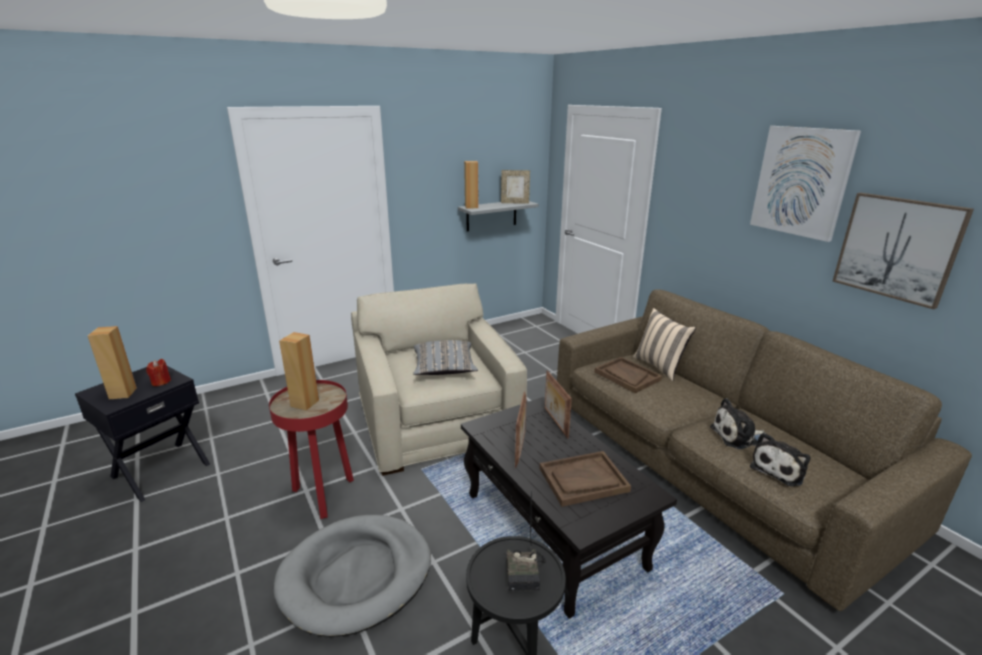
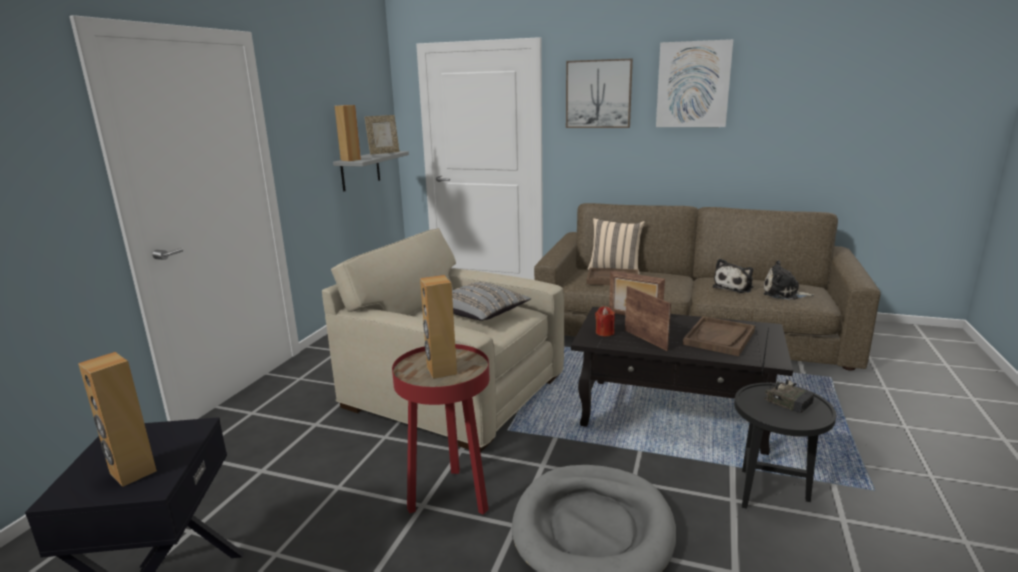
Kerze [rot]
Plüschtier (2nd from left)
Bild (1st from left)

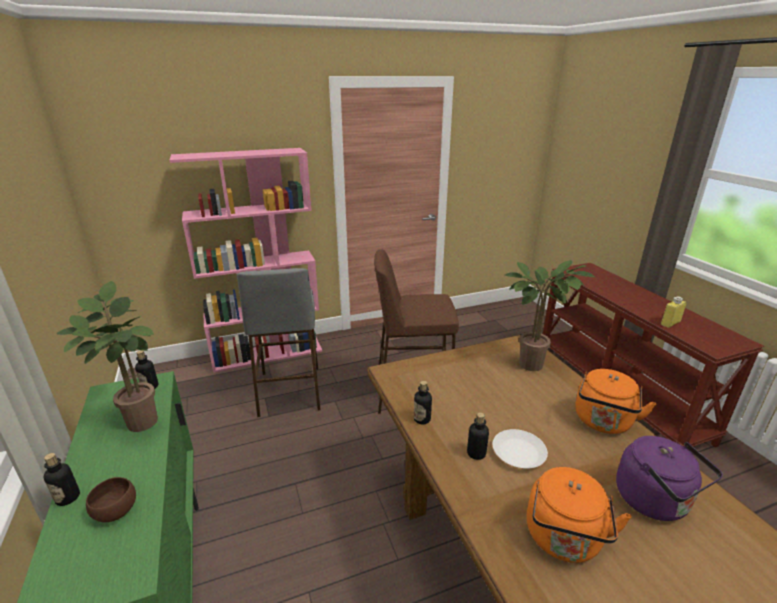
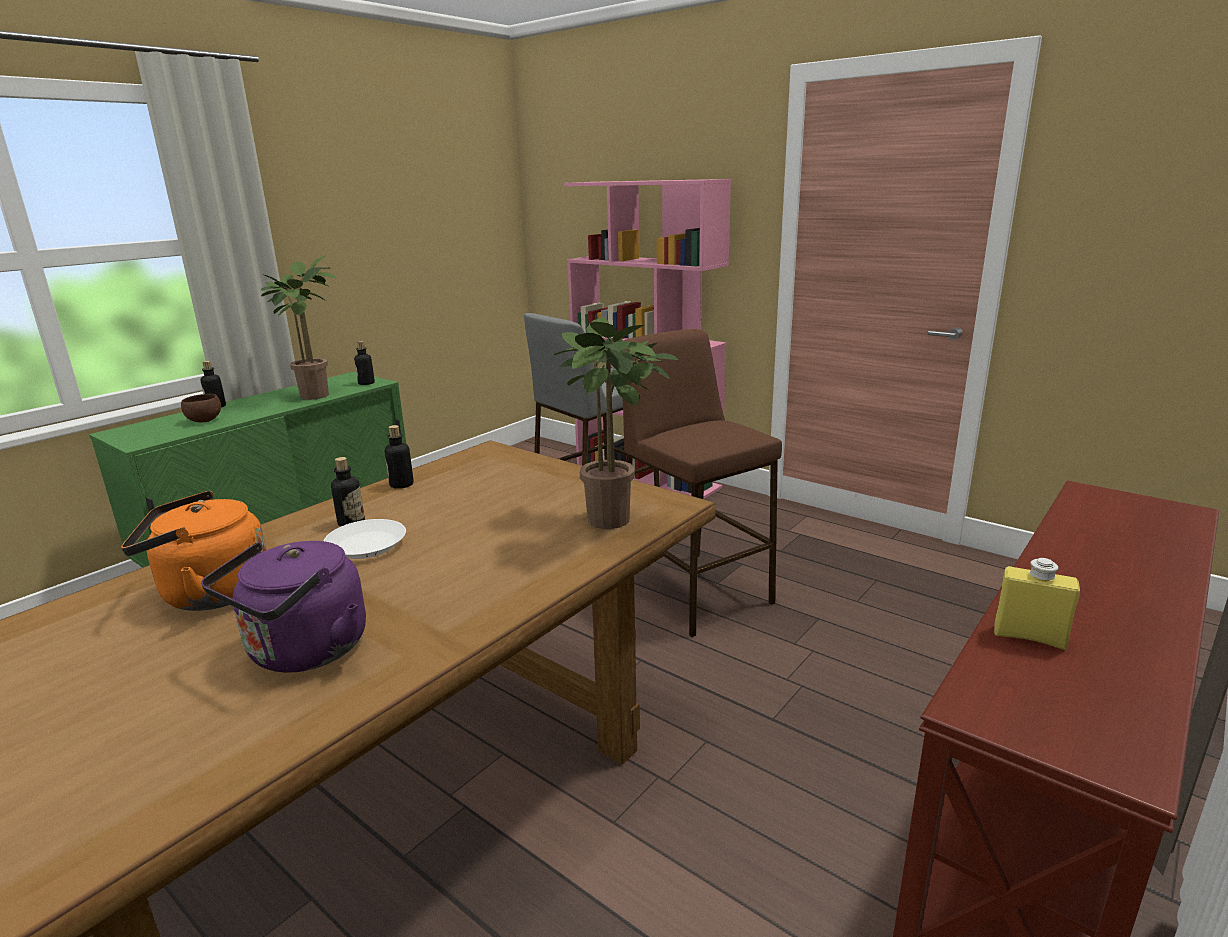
Wasserkessel [orange] (2nd from left in the first image)

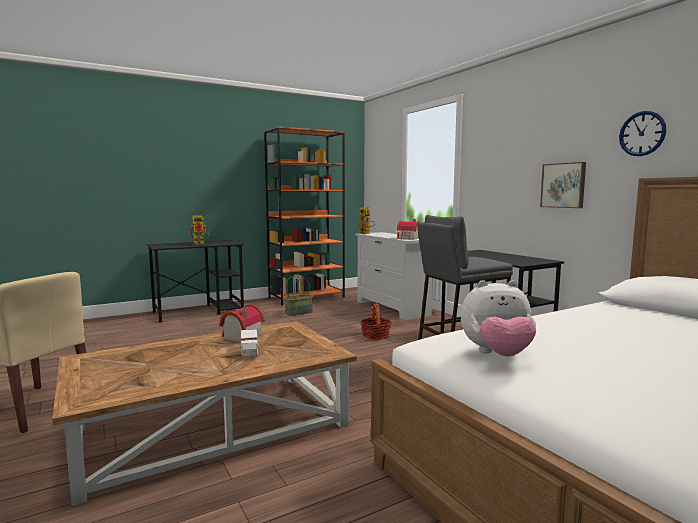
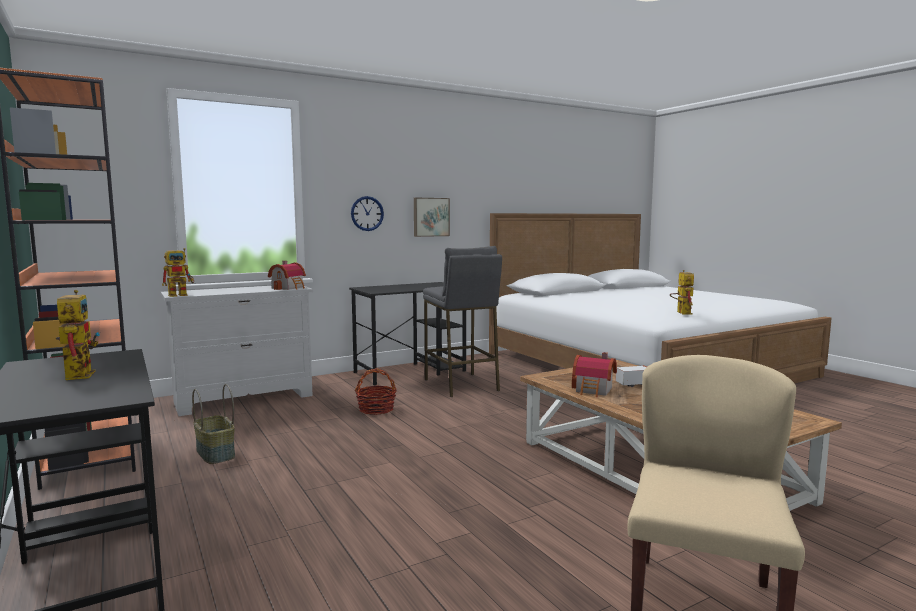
Spielzeugroboter (3rd from left)
Wanduhr

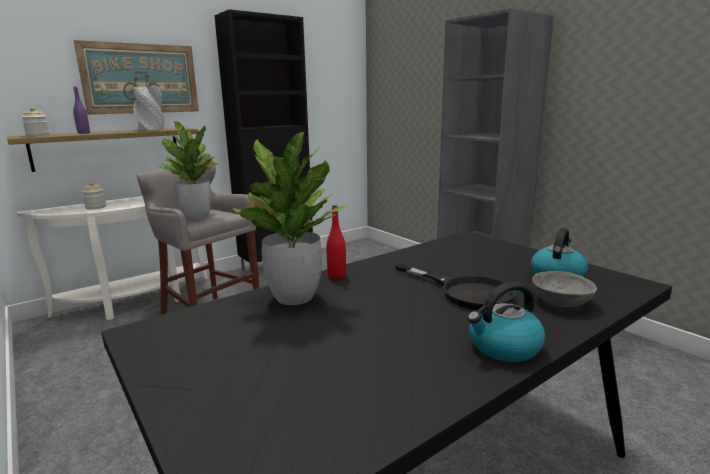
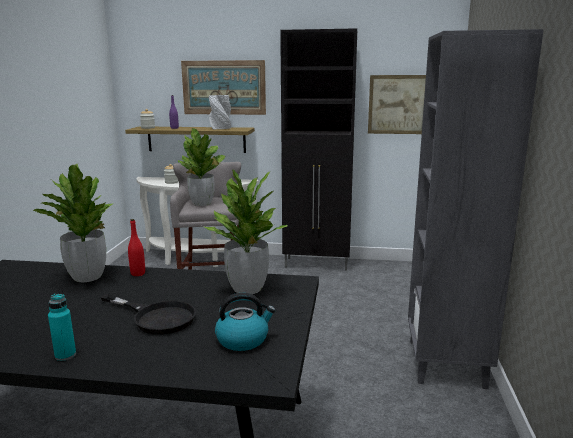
Pfanne [schwarz]
Flasche [türkis]
Schüssel [grau]
Topfpflanze (3rd from left)
Bild (2nd from left)

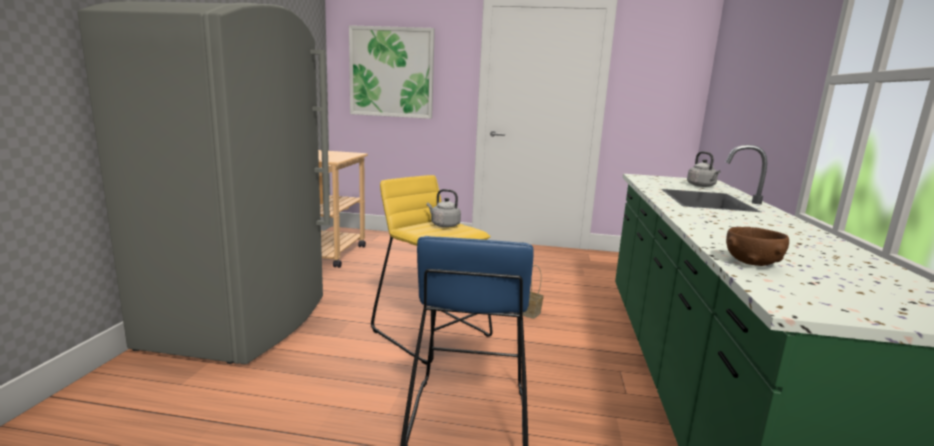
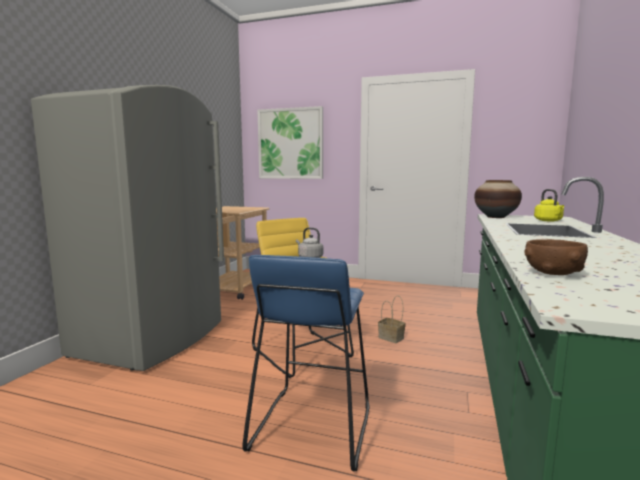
Wasserkessel [gelb]
Vase

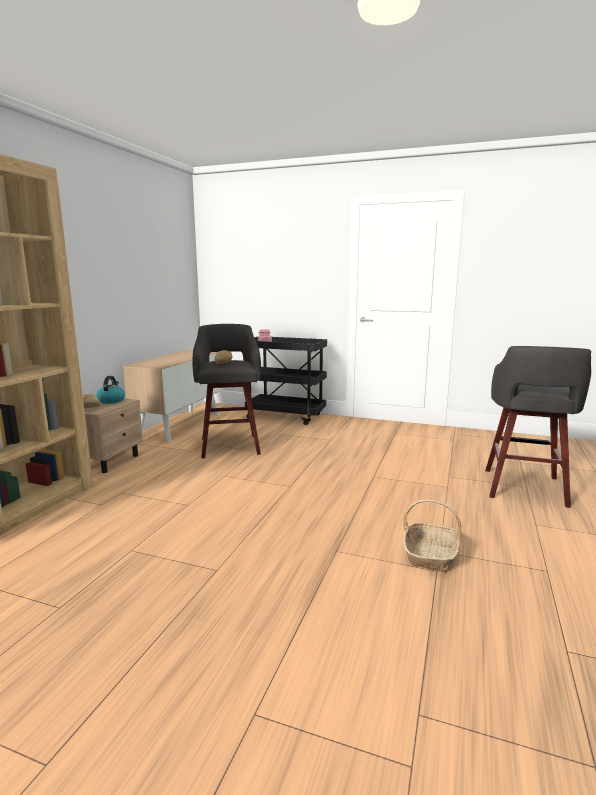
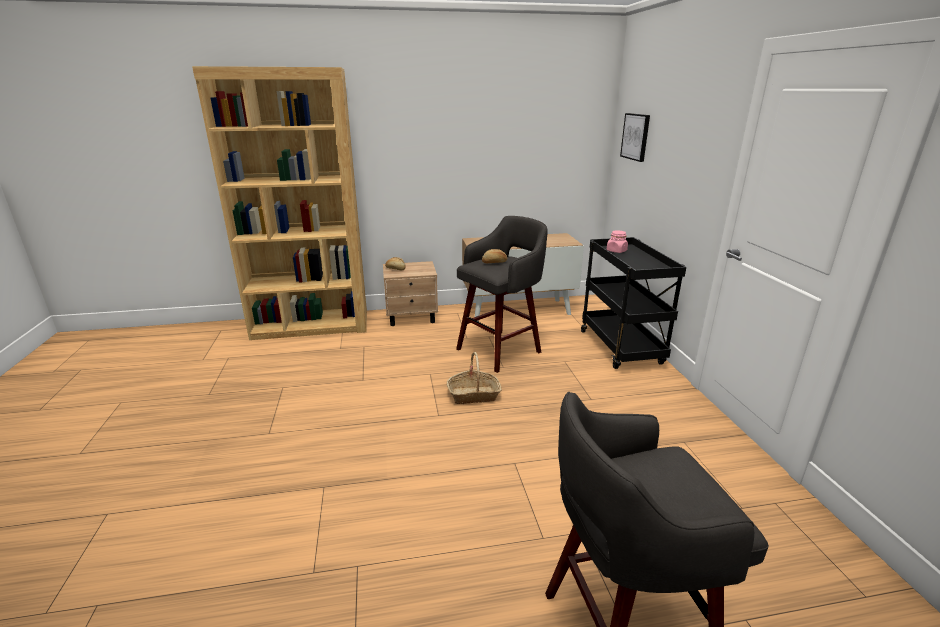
Wasserkessel
Korb
Bild

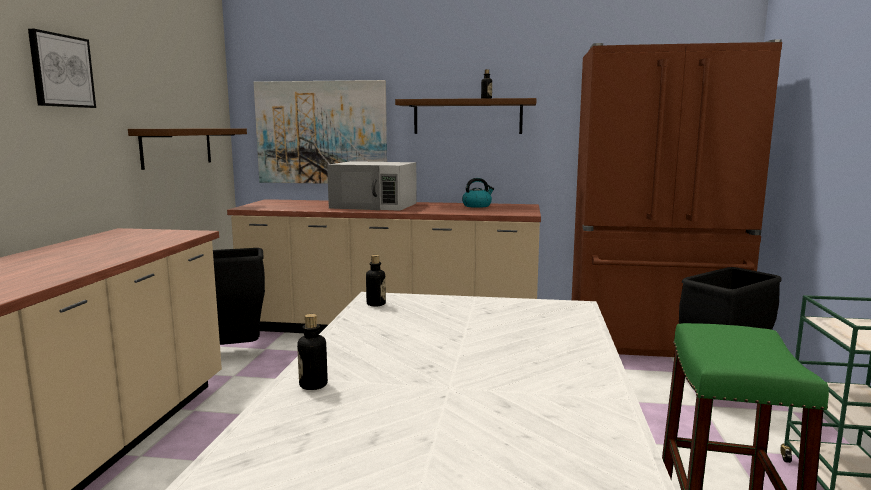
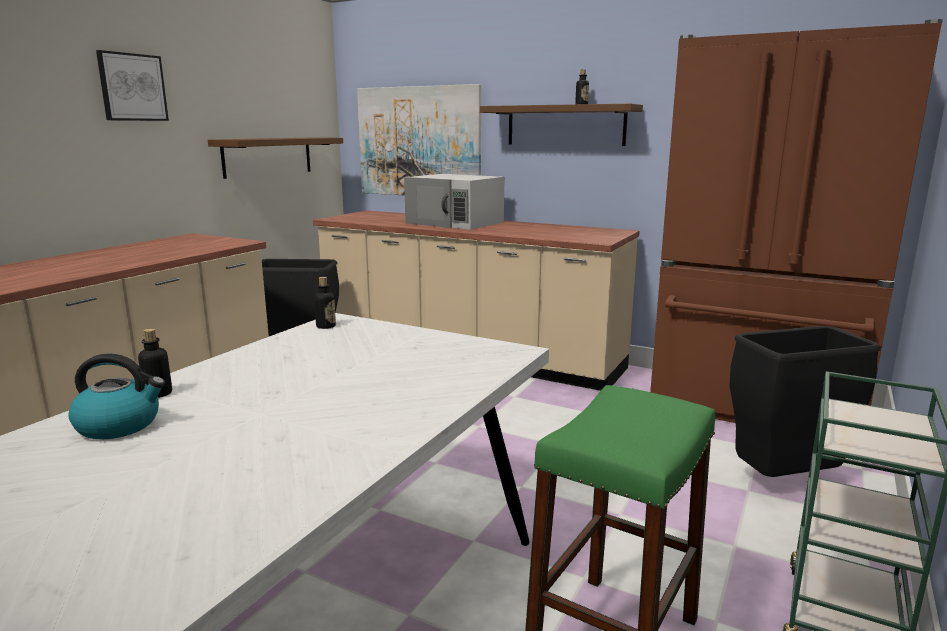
Wasserkessel

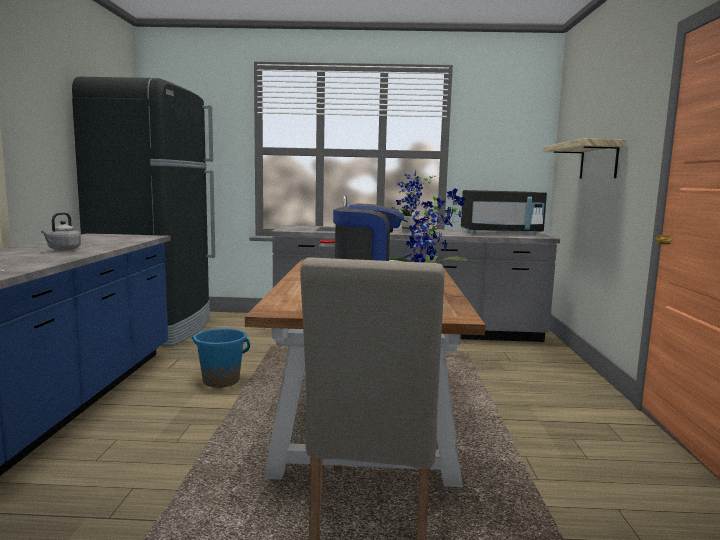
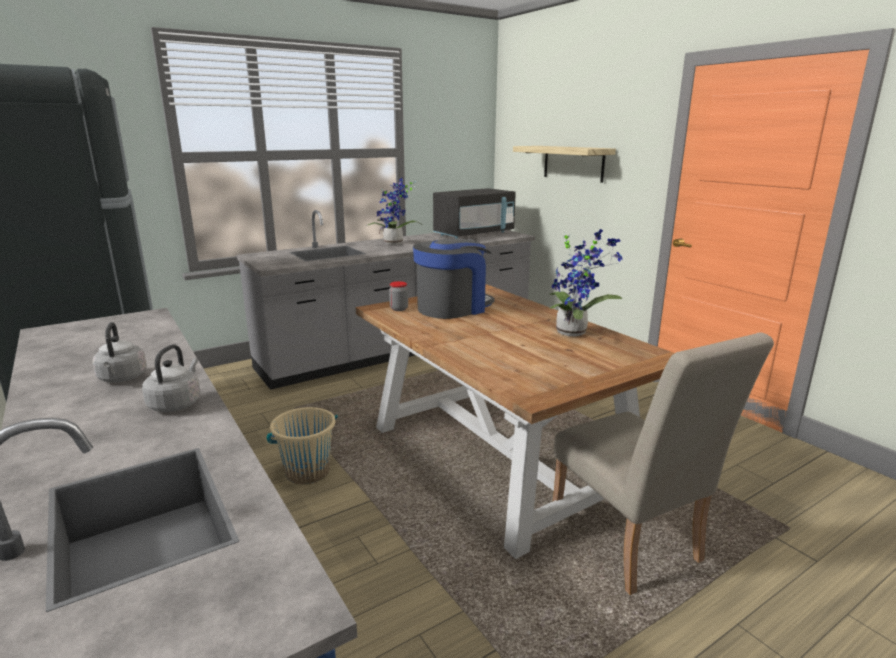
Eimer [beige]
Wasserkessel [grau] (2nd from left)

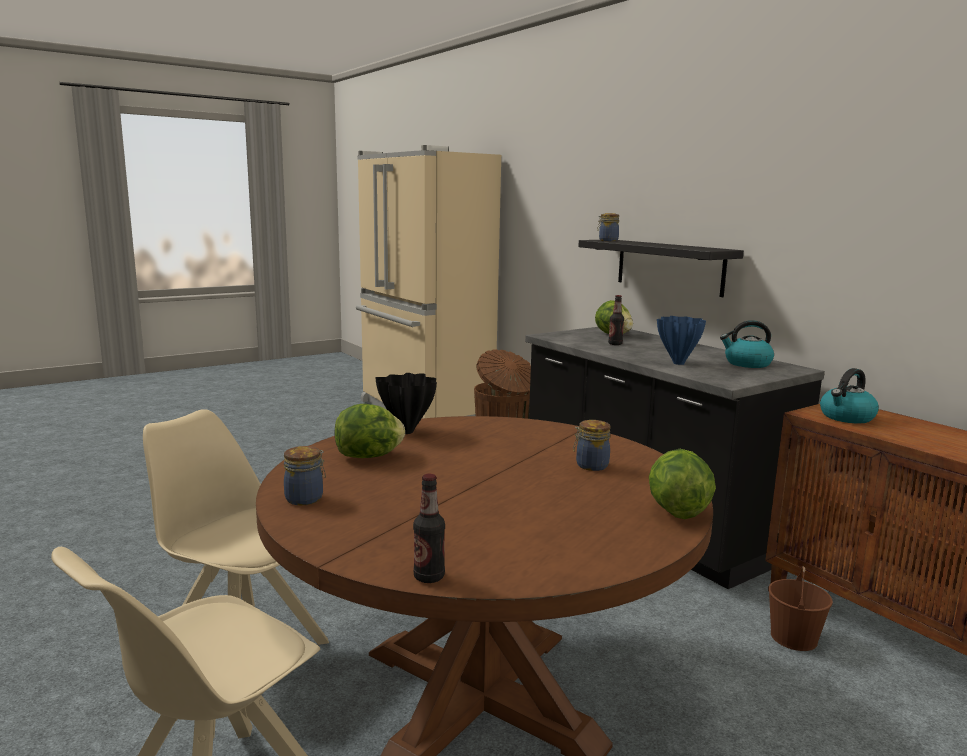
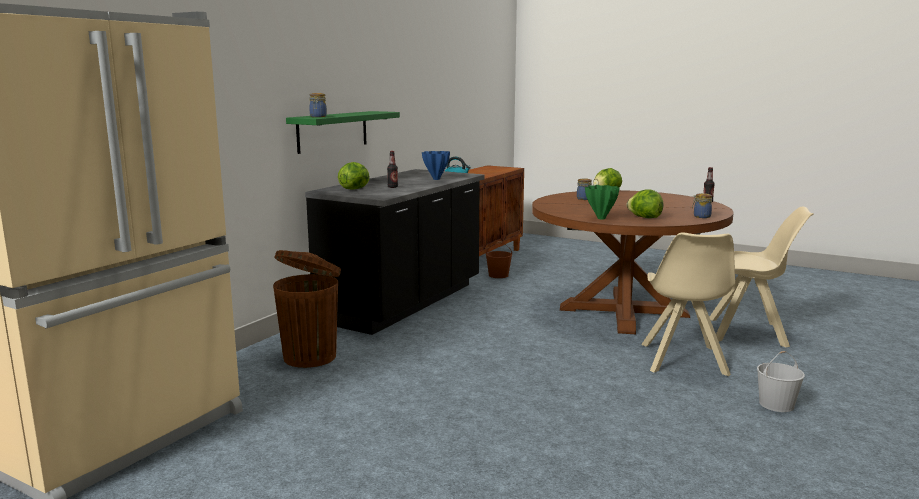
Vase [grün]
Wandregal [grün]
Wasserkessel (1st from left in the first image)
Eimer [weiß]

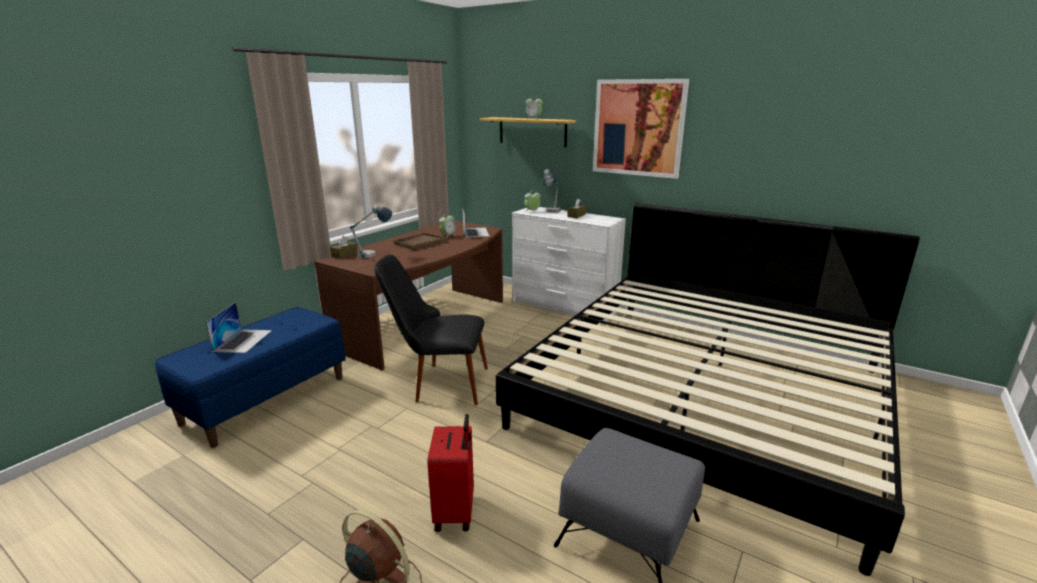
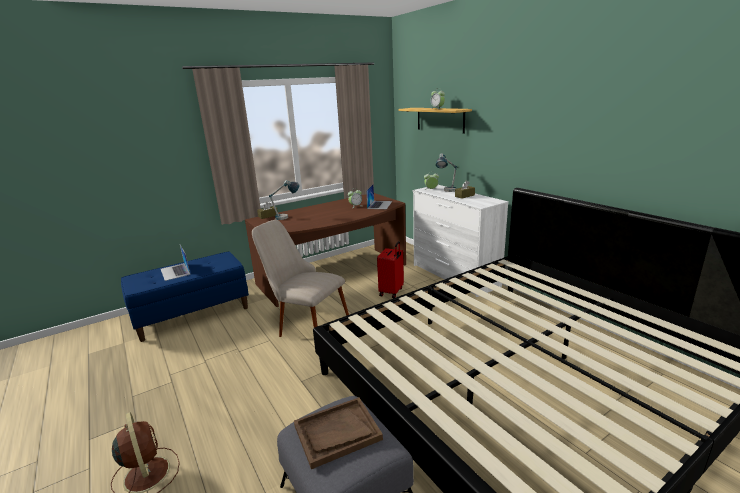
Laptop (1st from left)
Stuhl [beige]
Tablett [braun]
Koffer [rot]
Bild

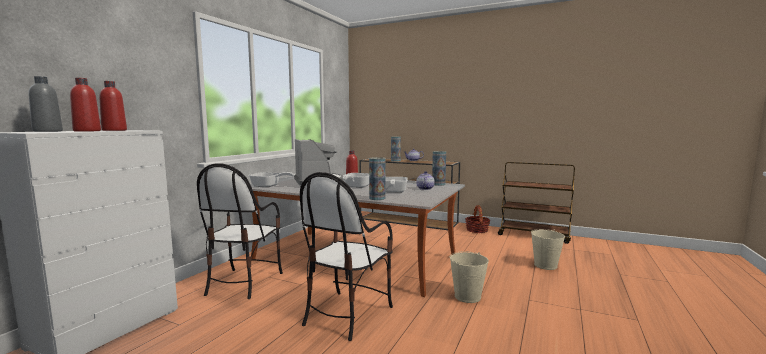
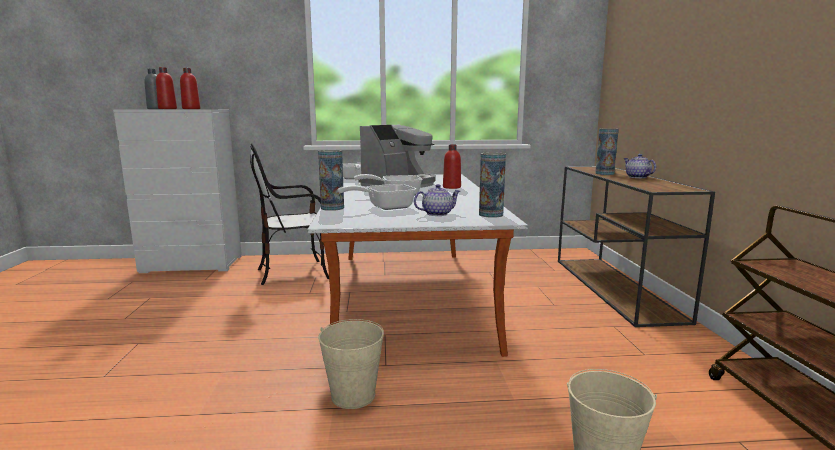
Stuhl (2nd from left in the first image)
Korb

